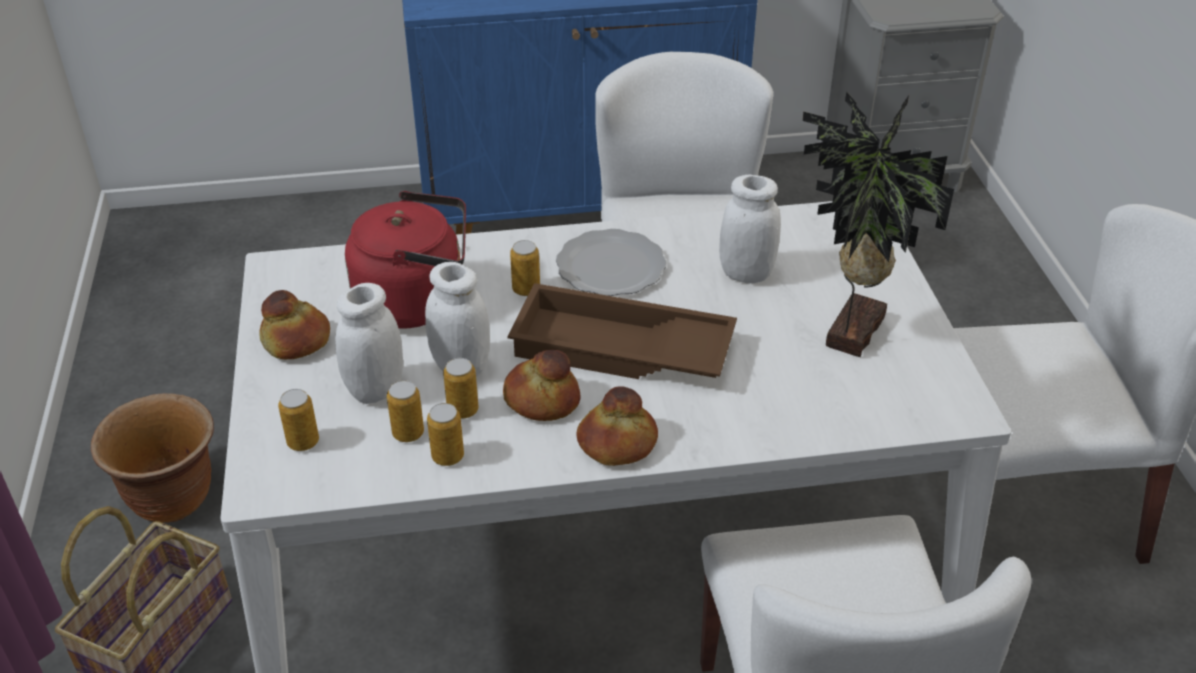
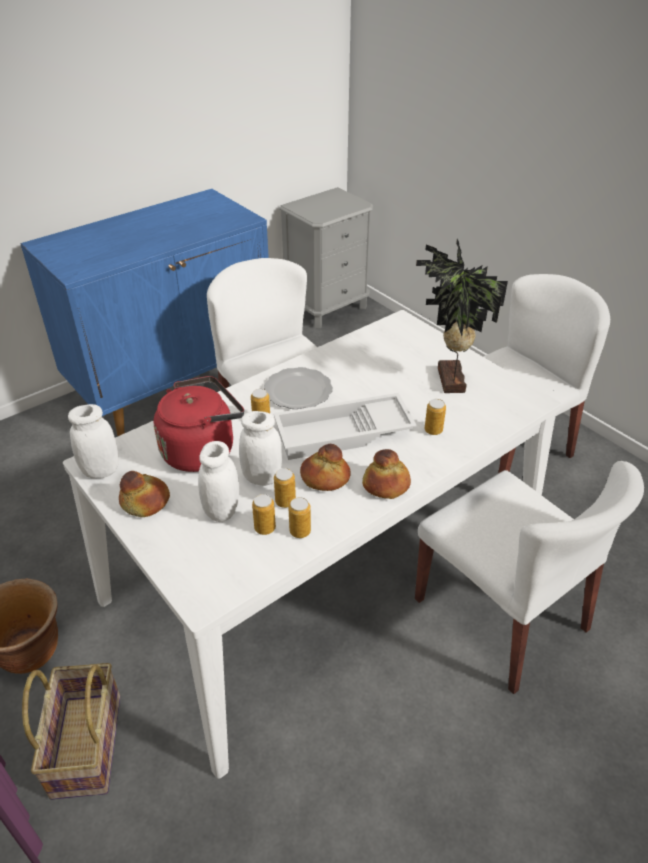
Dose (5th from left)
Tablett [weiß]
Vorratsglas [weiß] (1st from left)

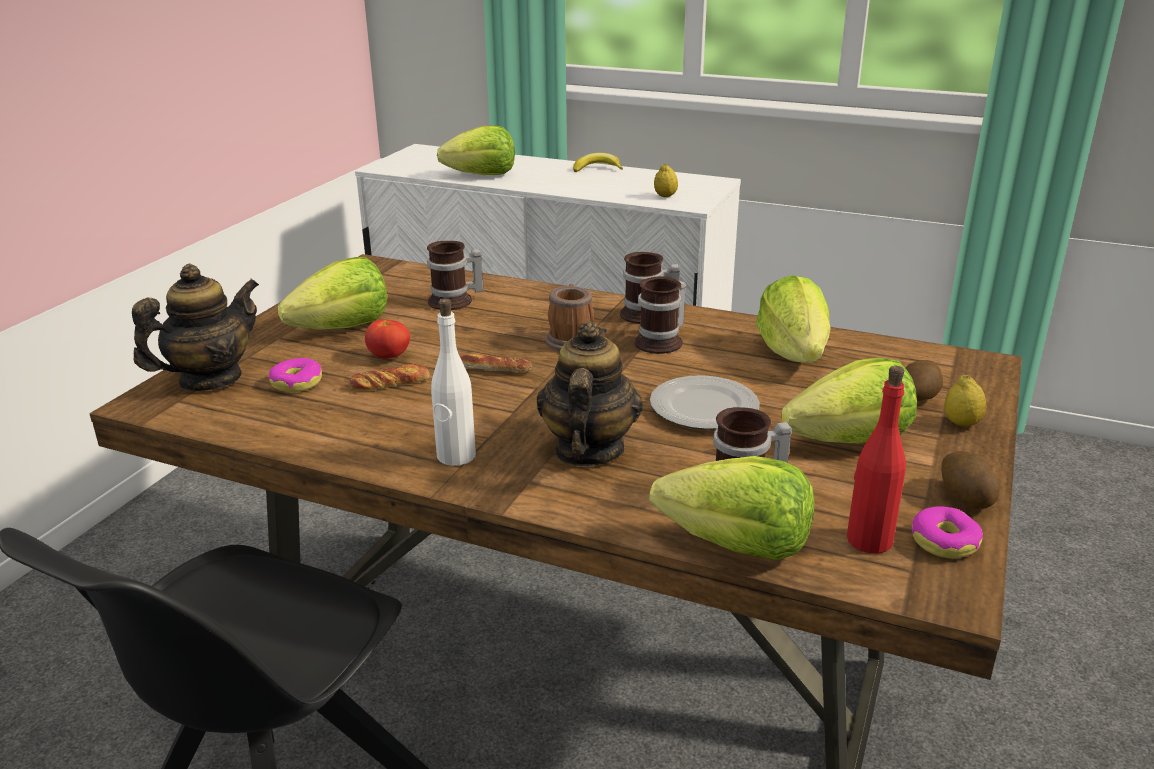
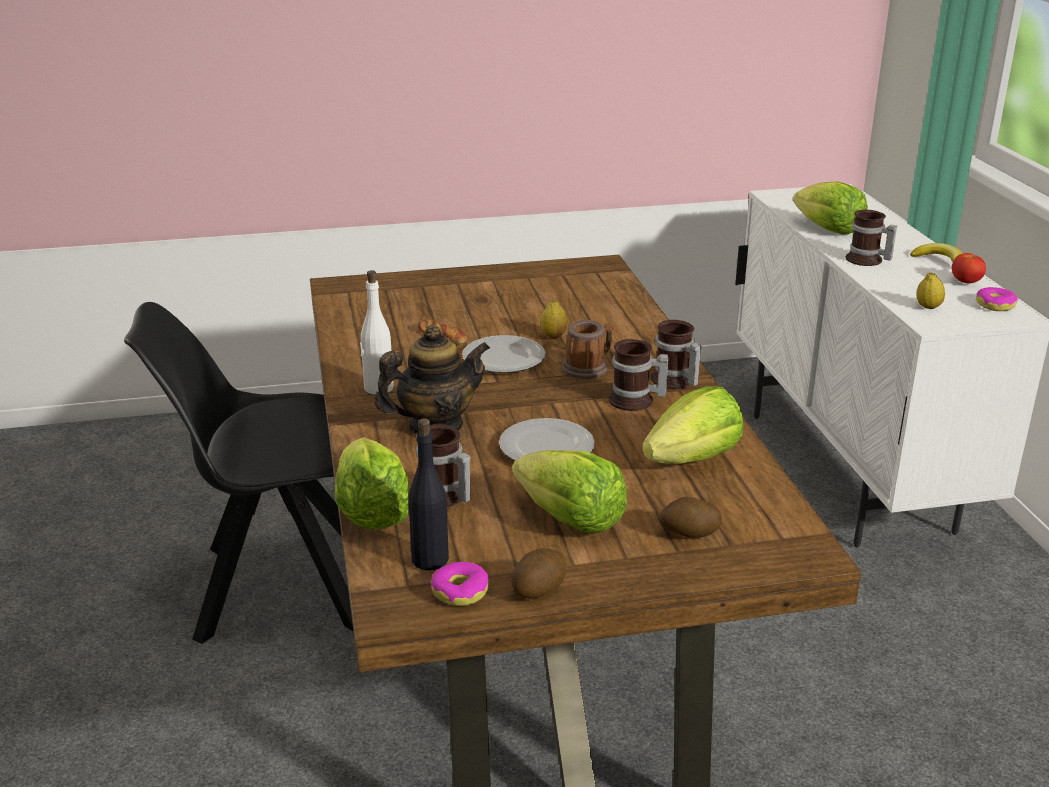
Teekanne (1st from left in the first image)
Donut (2nd from left)
Salatkopf (1st from left in the first image)
Tomate
Henkelbecher (5th from left)
Teller (1st from left)
Flasche [schwarz]
Zitrone (1st from left)

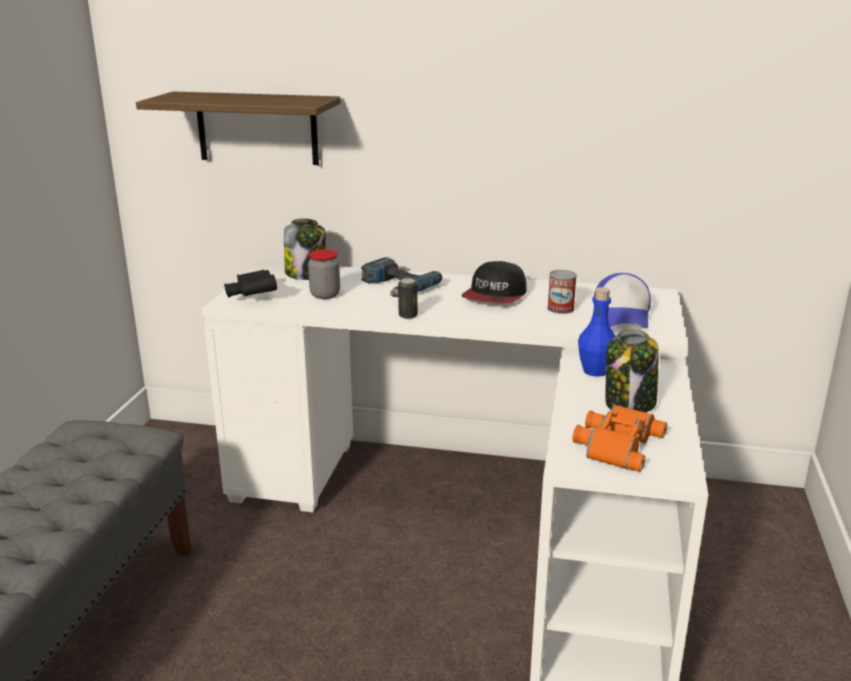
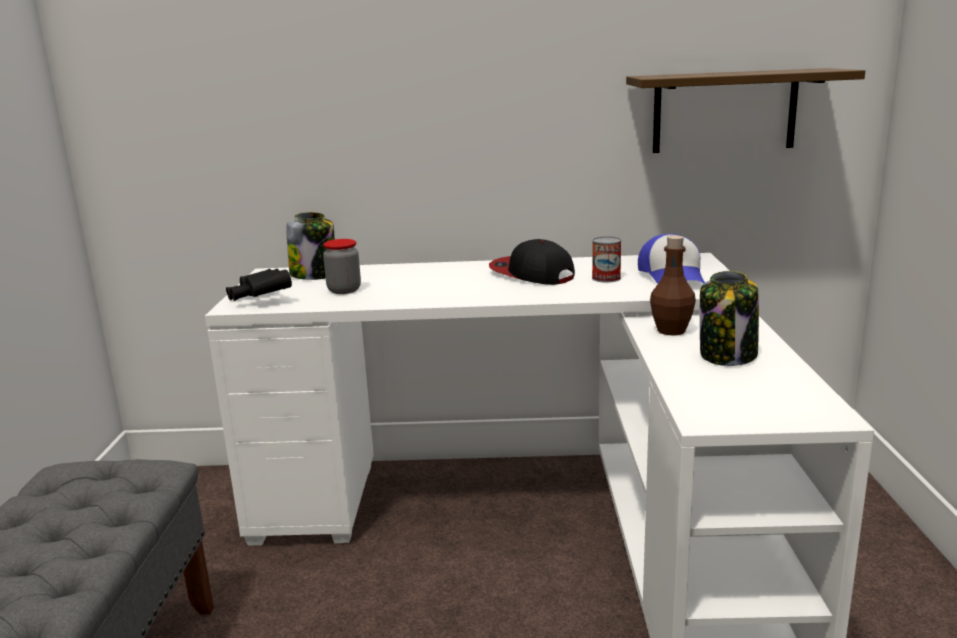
Wandregal
Bohrmaschine
Dose (1st from left in the first image)
Kappe (1st from left)
Fernglas [orange]
Flasche [braun]

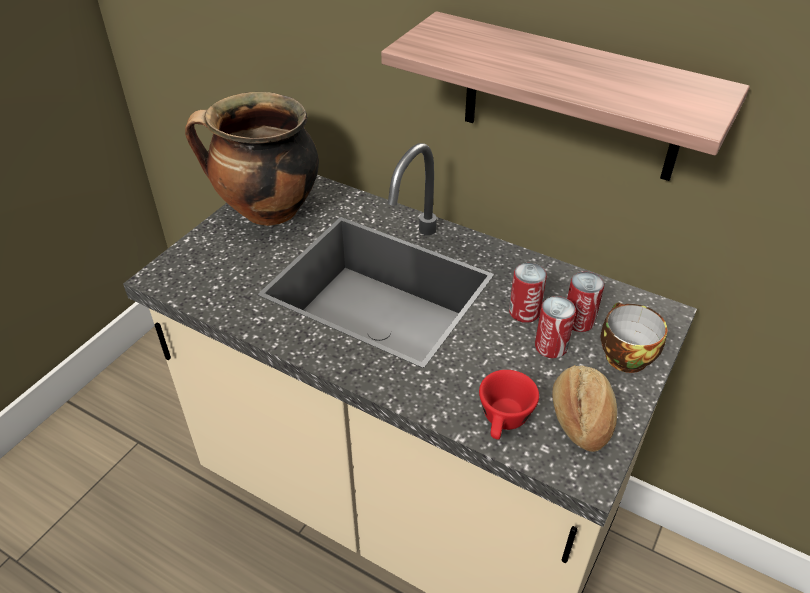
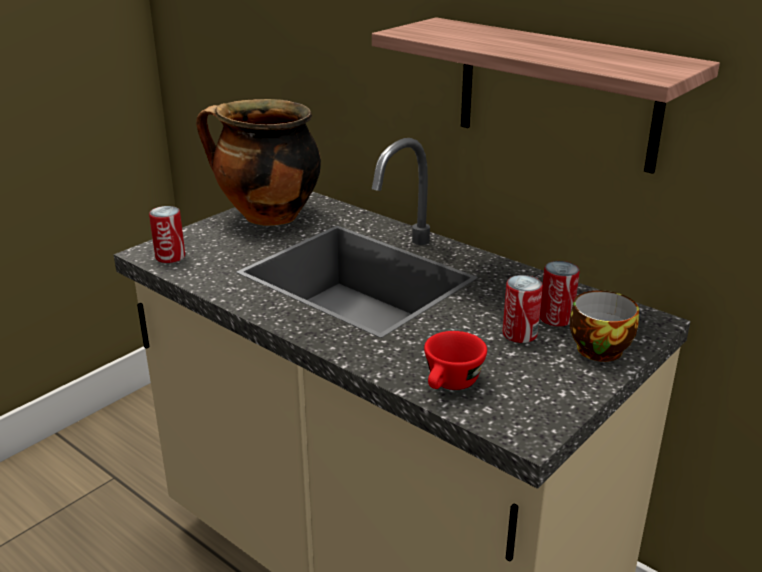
Dose (1st from left)
Brot

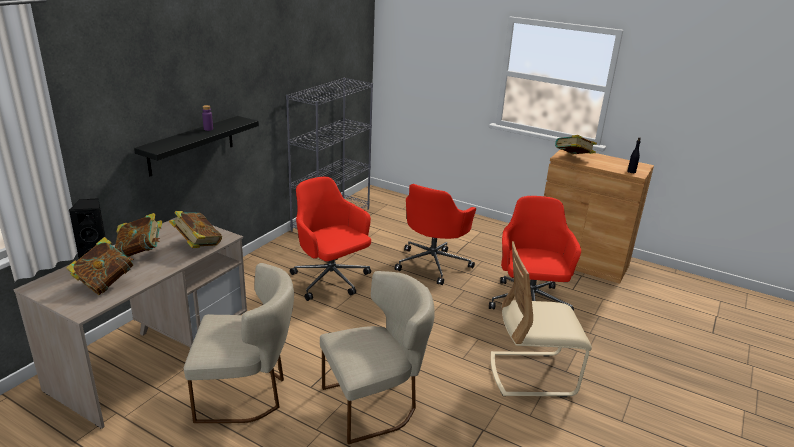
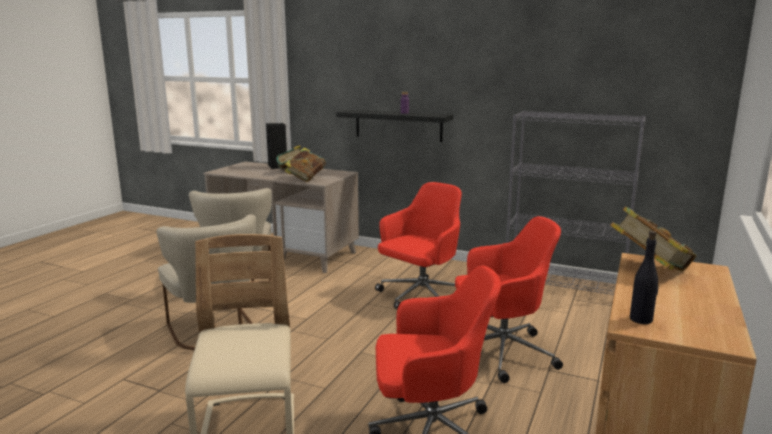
Buch (1st from left in the first image)
Bürostuhl [rot] (3rd from left)

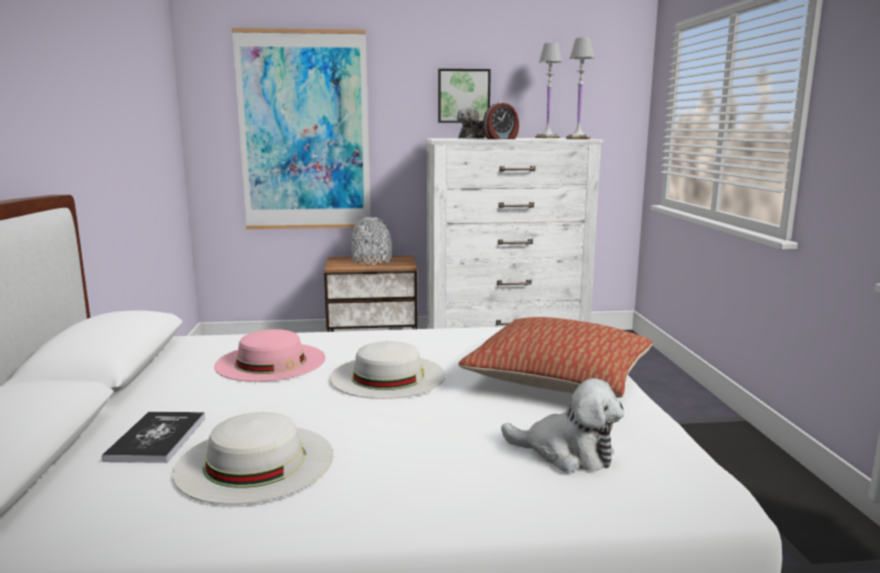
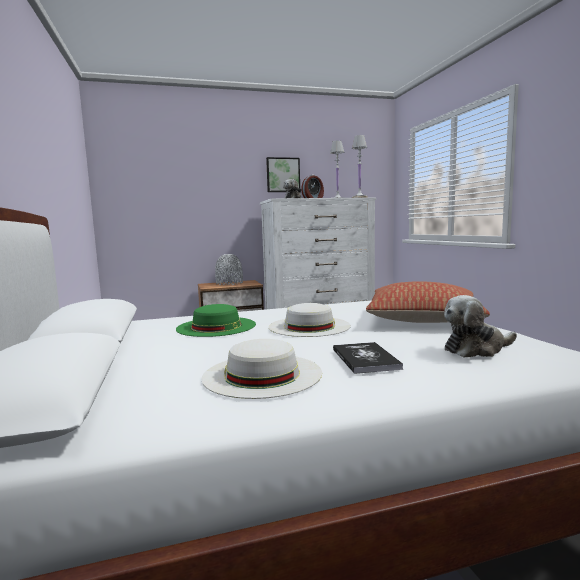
Buch
Hut [grün]
Bild (1st from left in the first image)
Plüschtier (2nd from left)

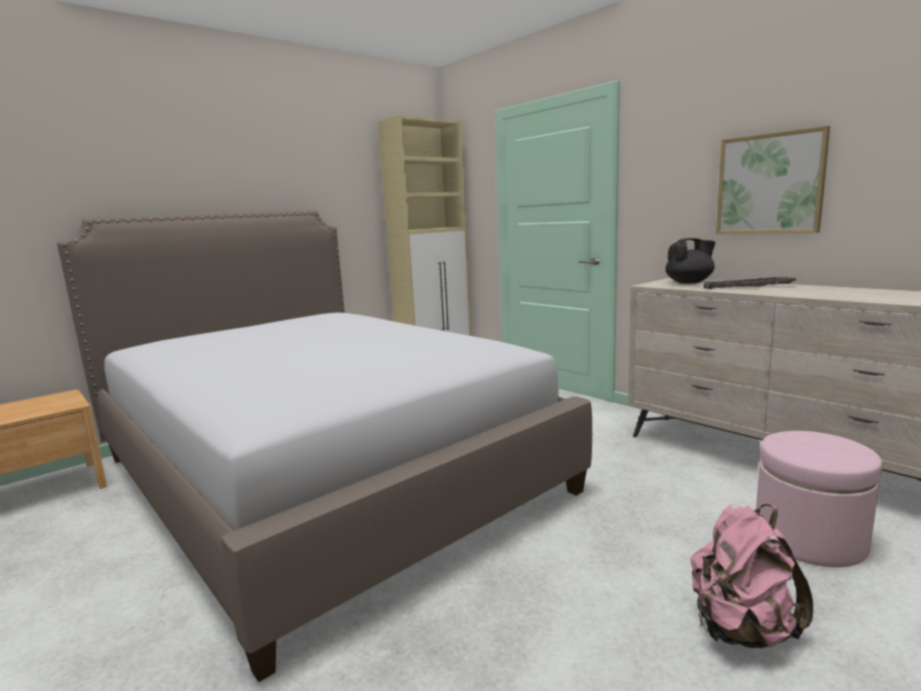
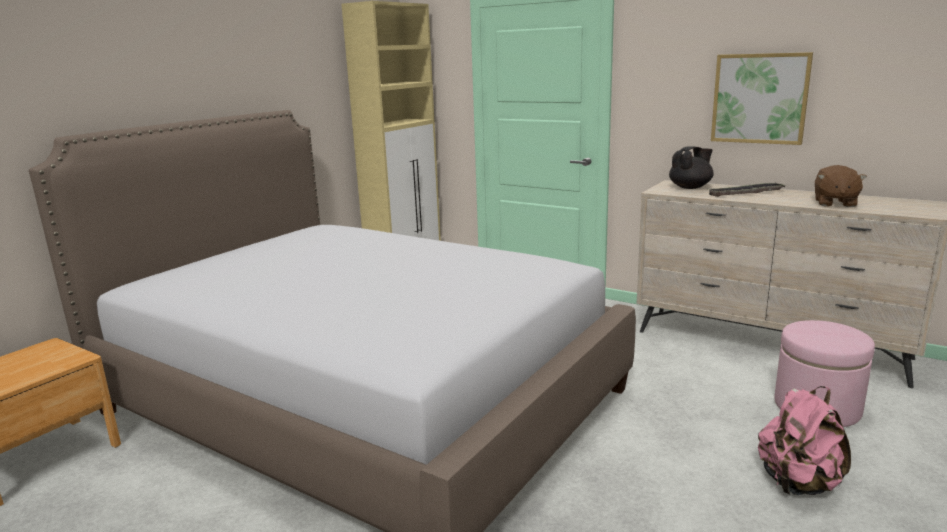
Plüschtier [braun]

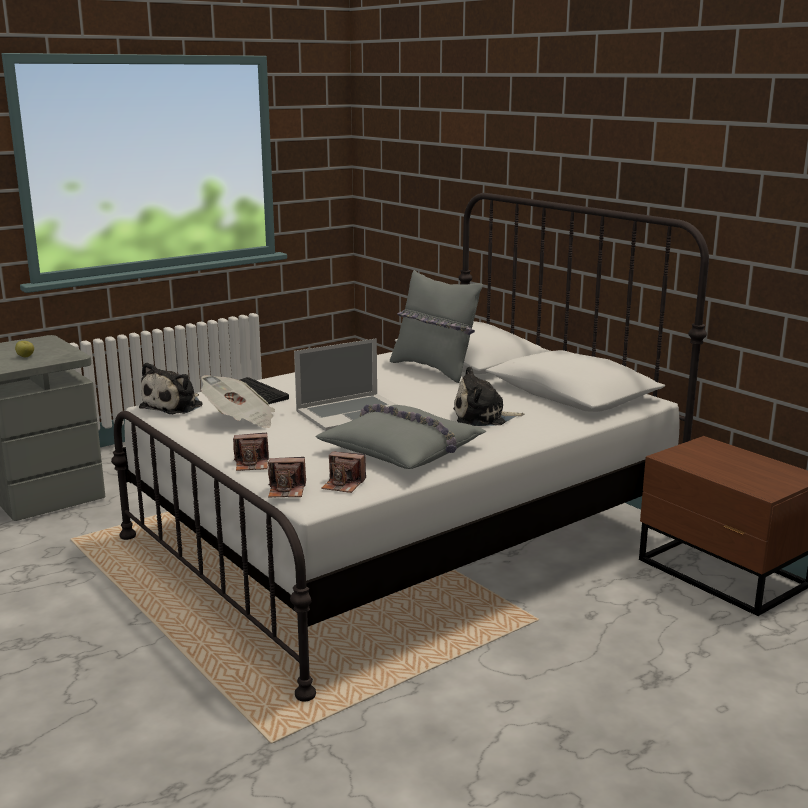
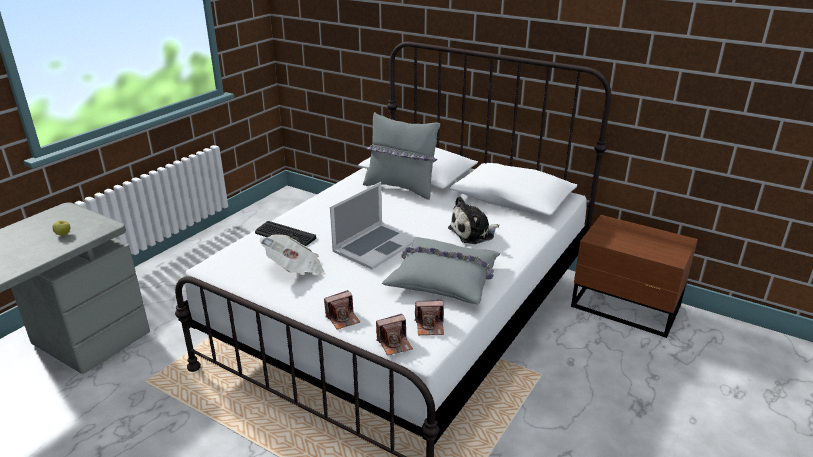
Plüschtier (1st from left in the first image)

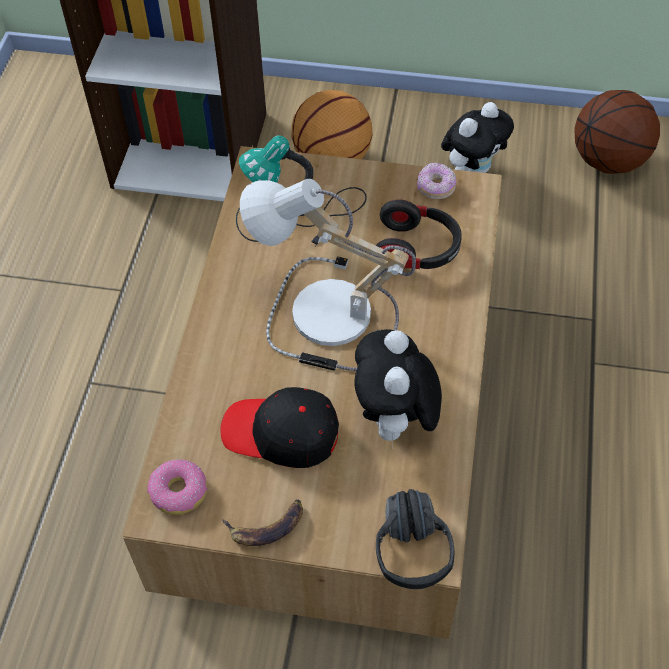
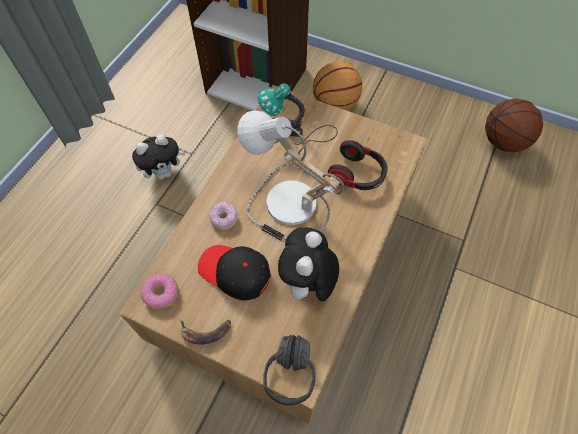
Donut (2nd from left)
Plüschtier (1st from left)

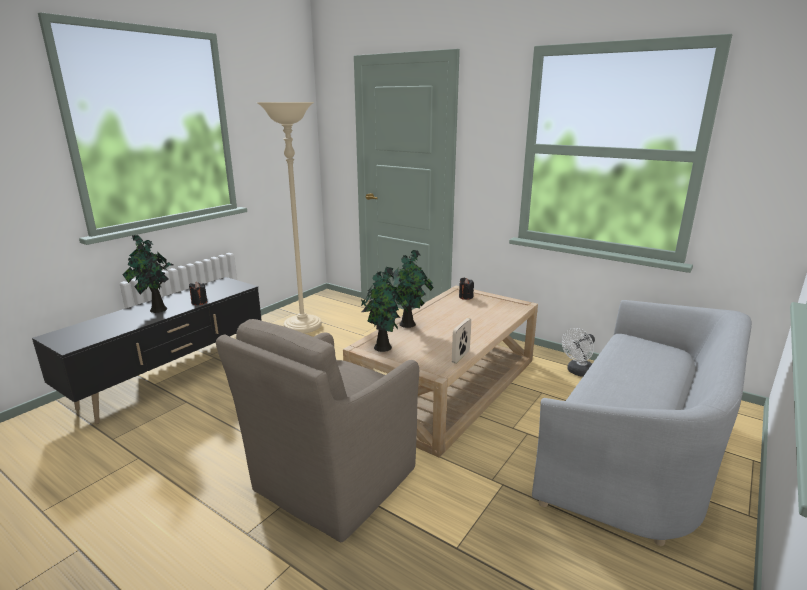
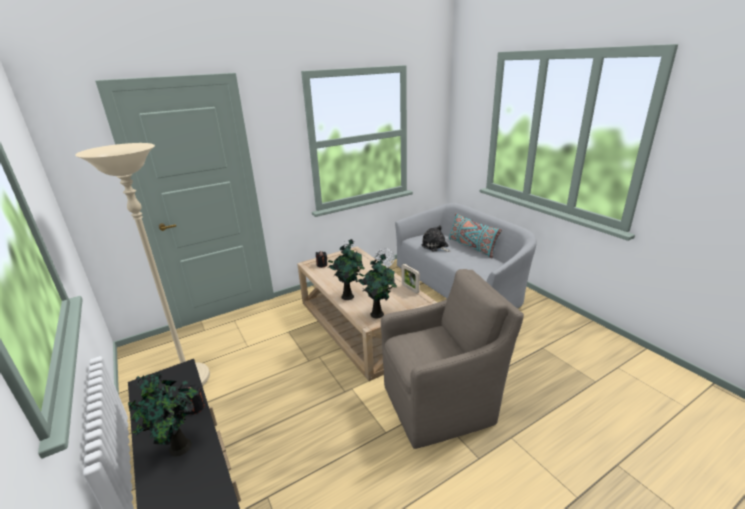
Sessel [braun]
Plüschtier
Kissen [türkis]

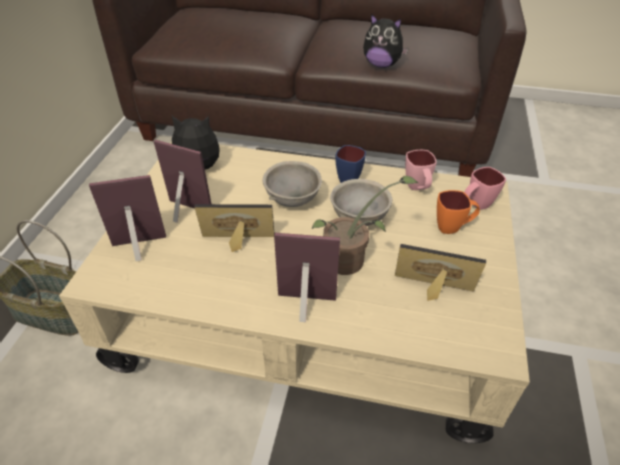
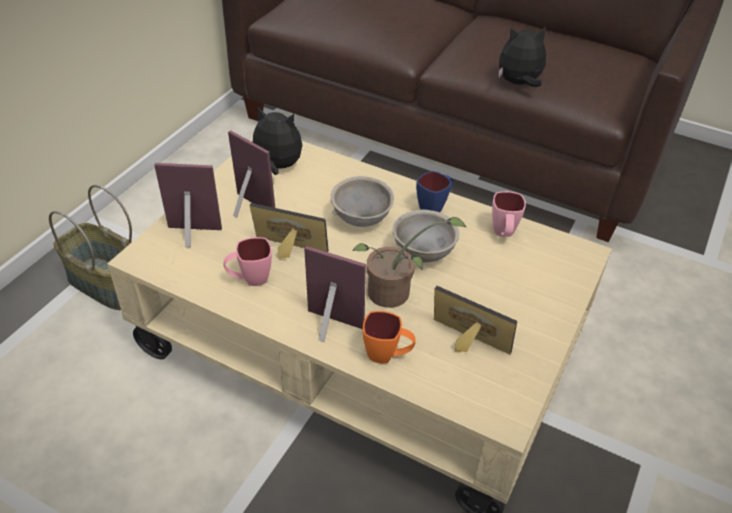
Plüschtier (2nd from left)
Henkelbecher [orange]
Henkelbecher [rosa] (1st from left)

